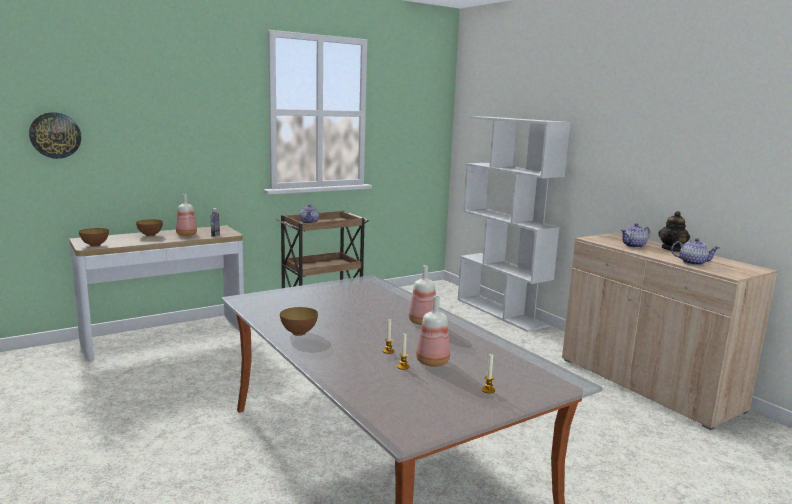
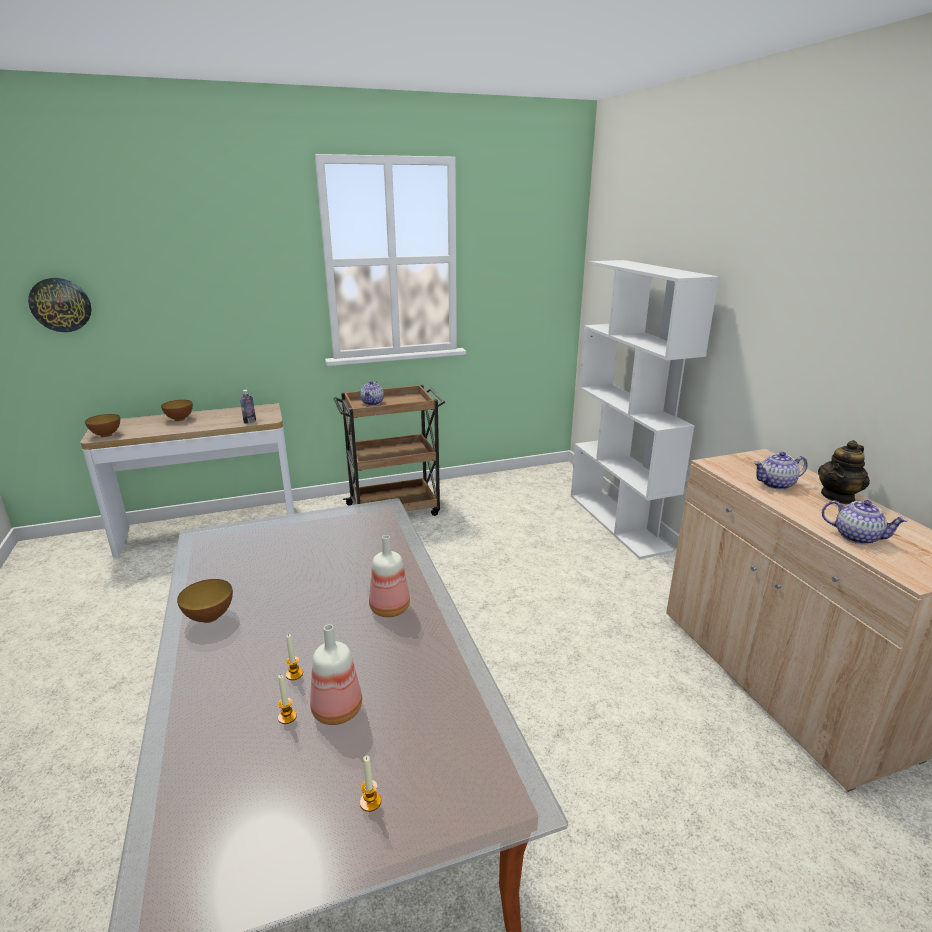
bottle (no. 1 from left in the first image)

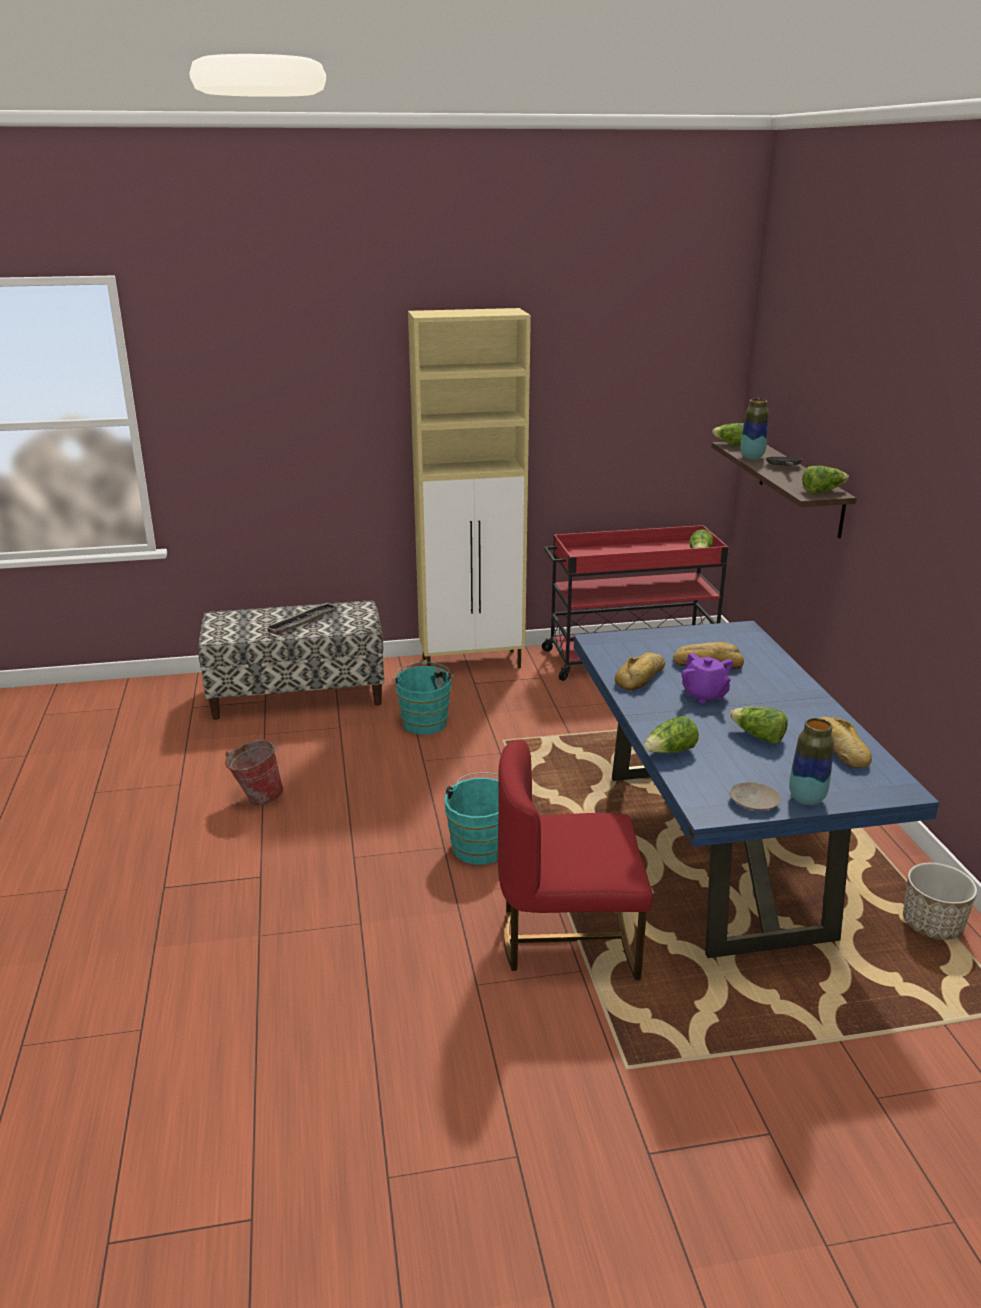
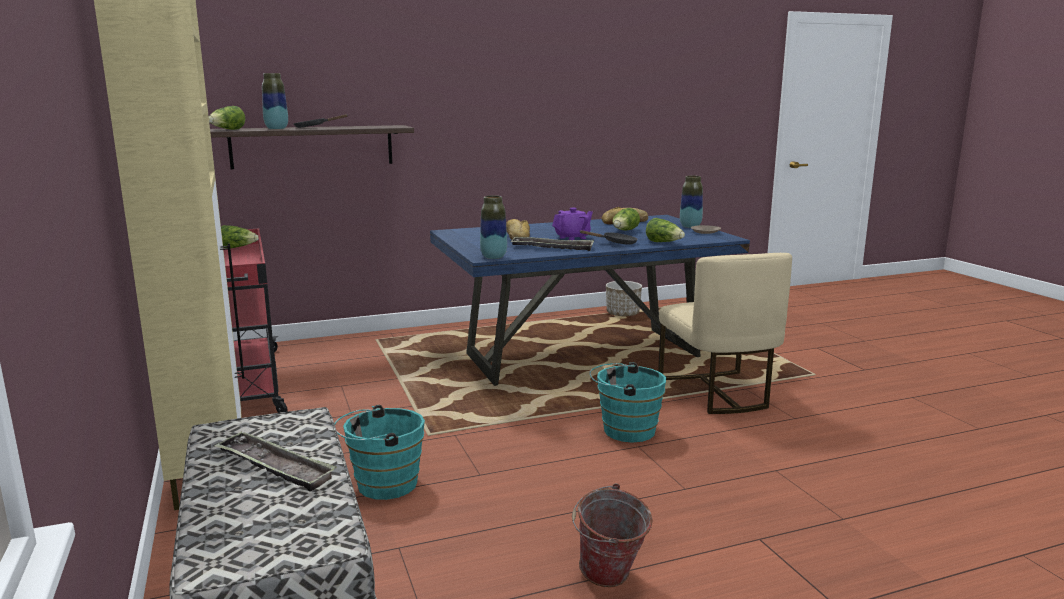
lettuce head (no. 5 from left in the first image); tray (no. 2 from left); beige chair; flower vase (no. 2 from left); black-coloured pan (no. 2 from left)

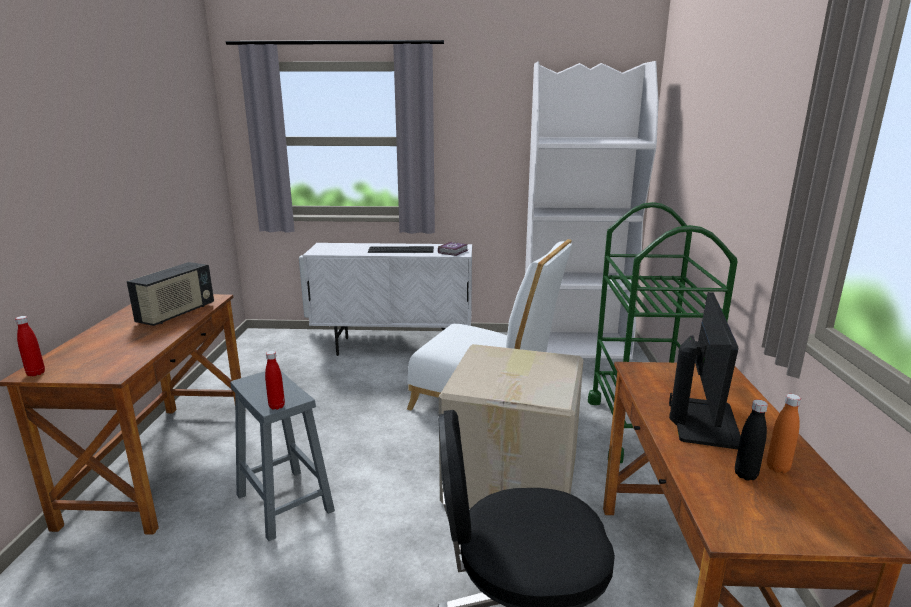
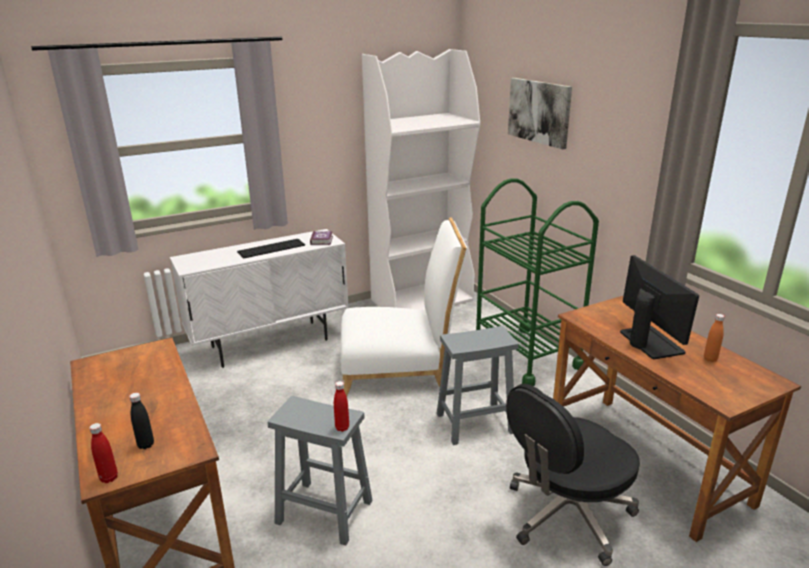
radio receiver; gray sitting stool (no. 2 from left); black-coloured bottle; wall picture

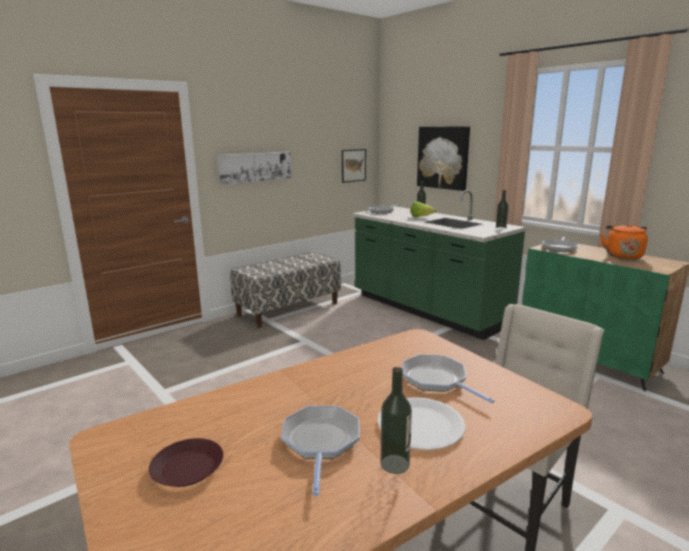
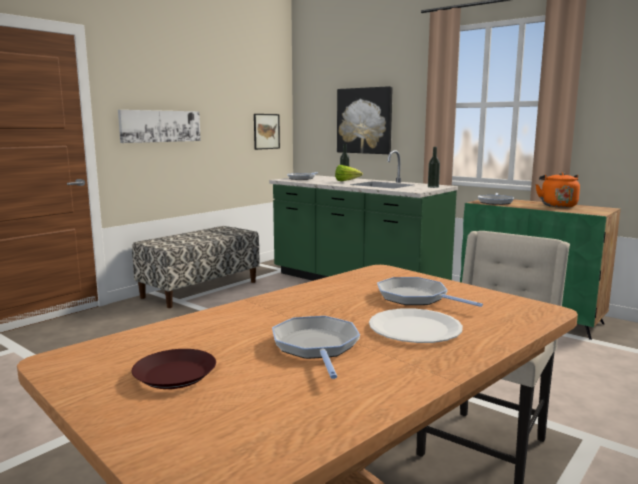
bottle (no. 1 from left in the first image)

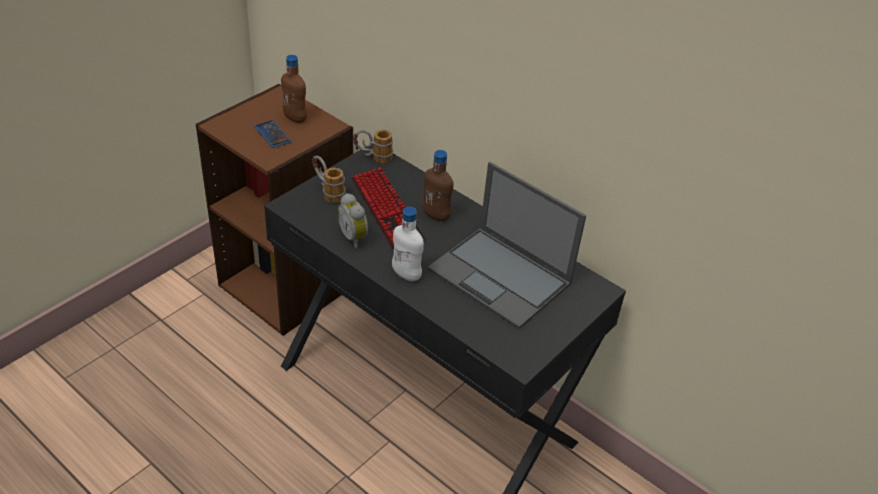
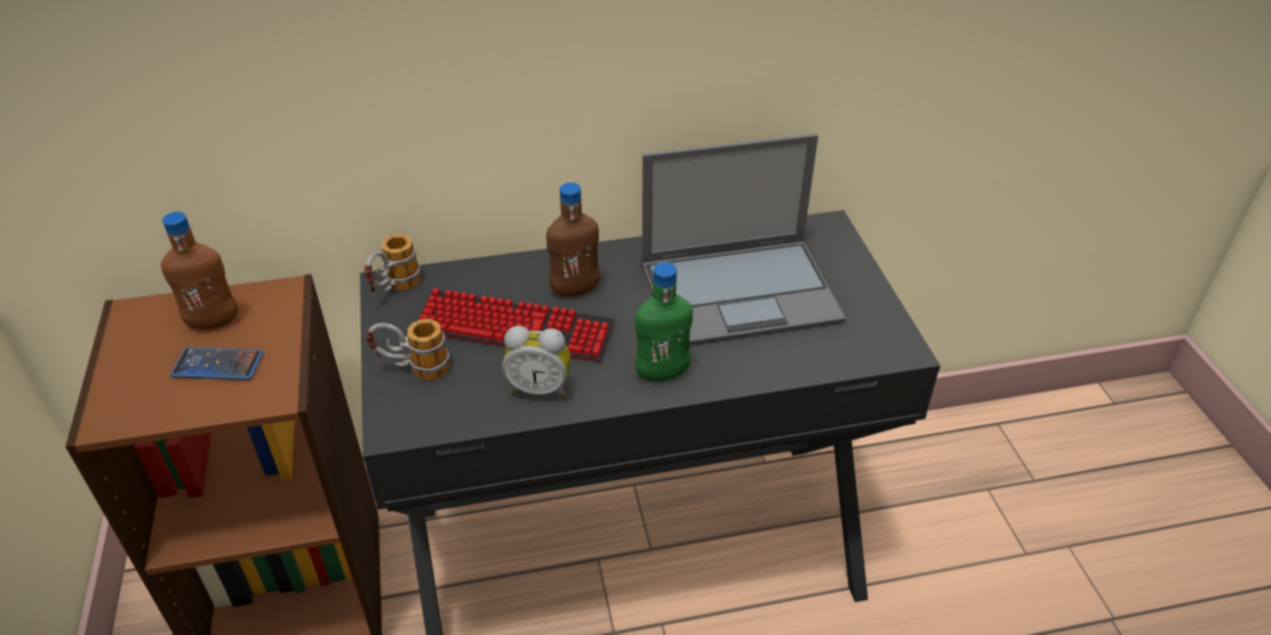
greenish bottle

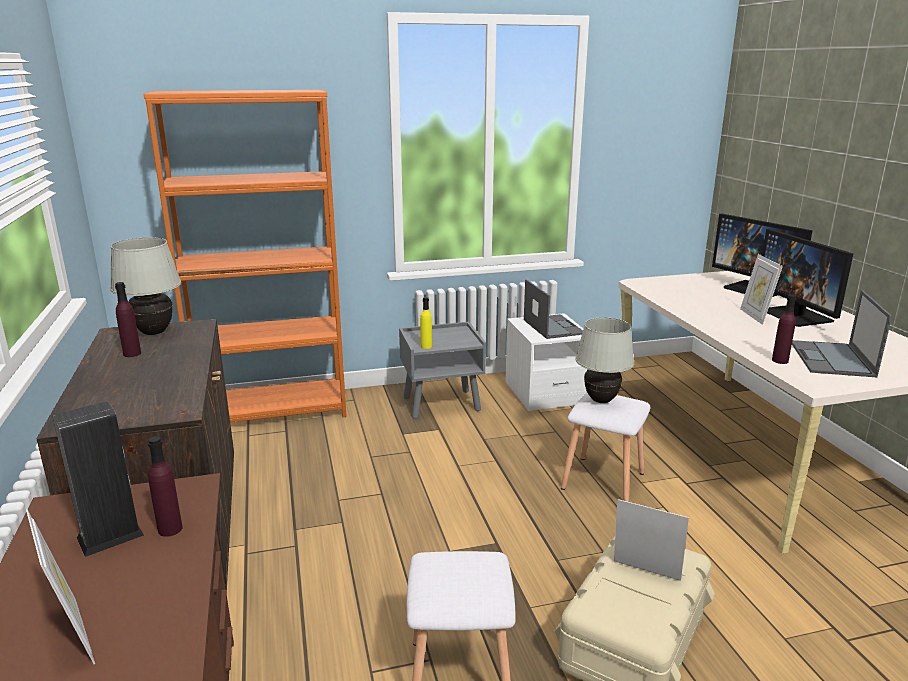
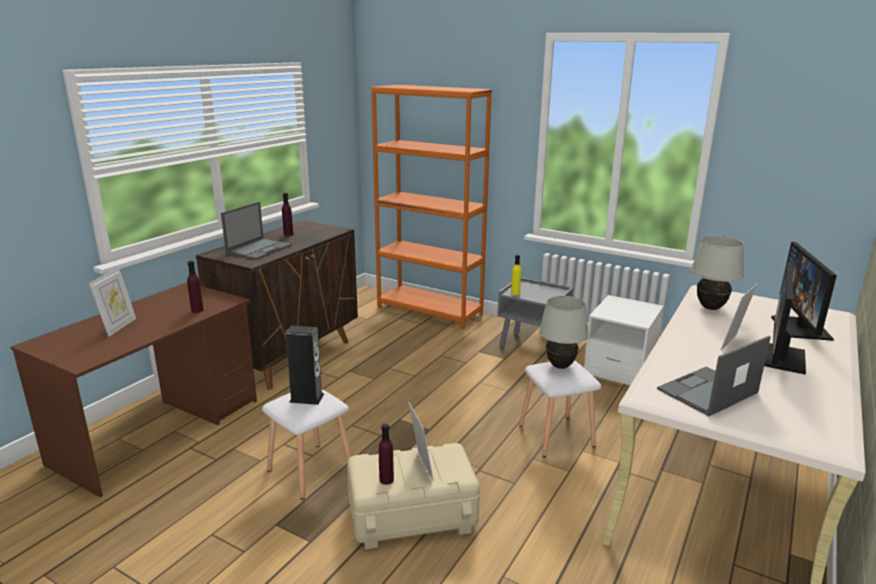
whitish tabletop lamp (no. 2 from left); notebook computer (no. 1 from left); purple-coloured bottle (no. 3 from left); loudspeaker

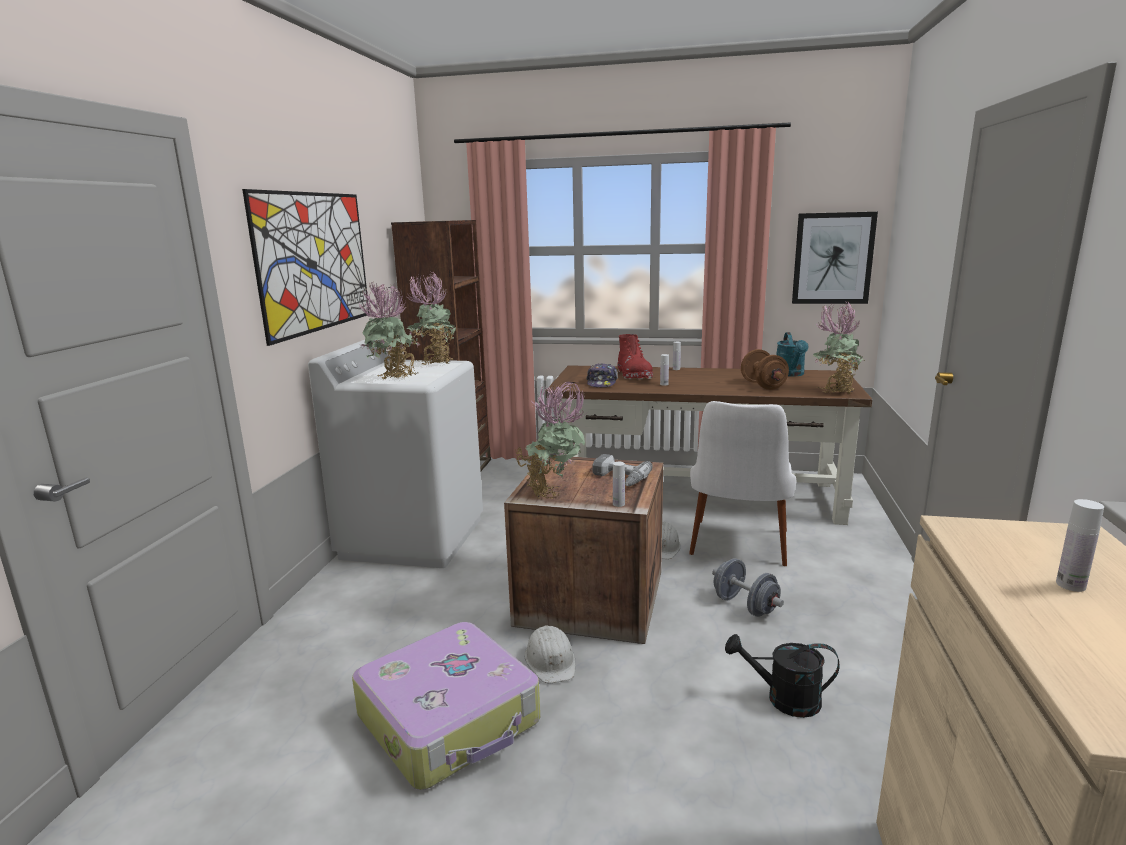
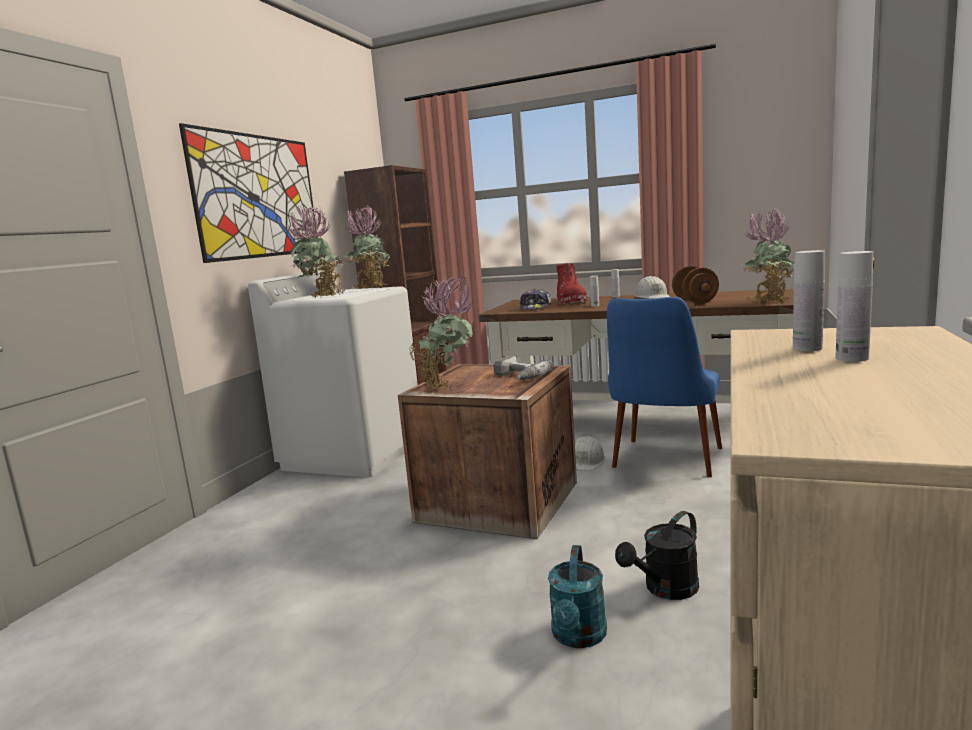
wall picture (no. 2 from left in the first image); blue-green watering pot; blue-coloured chair; whitish bottle (no. 3 from left); gray free weight; travel case; whitish work helmet (no. 2 from left); black-coloured watering pot

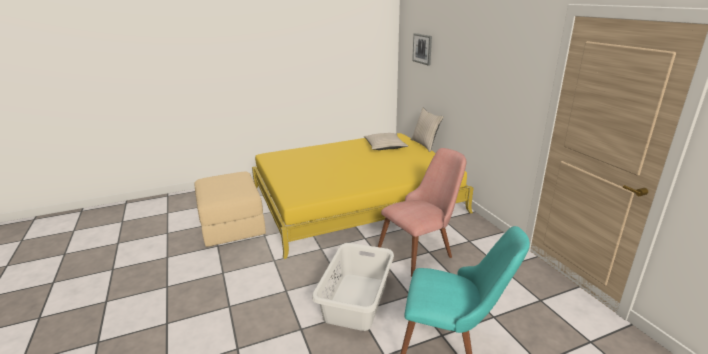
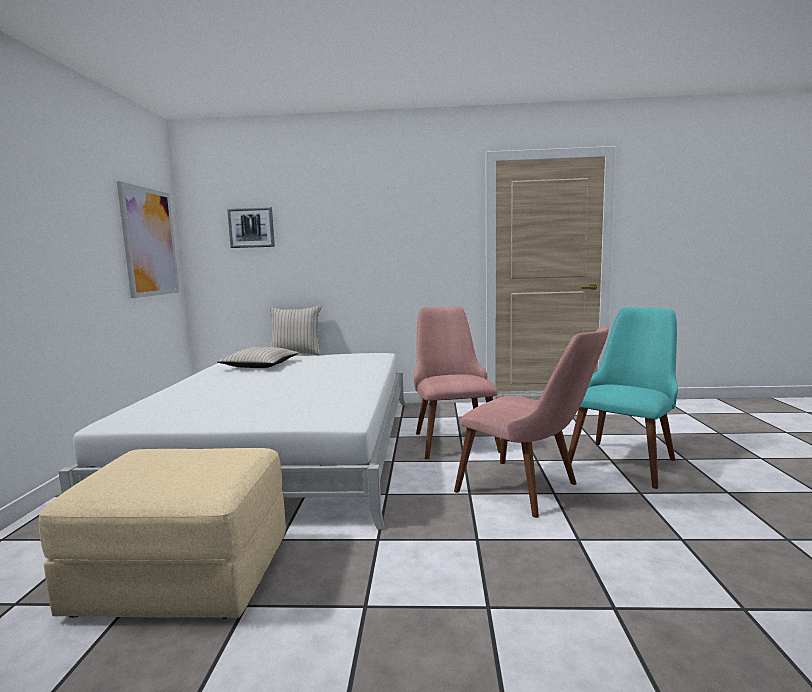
whitish bedroom bed; pink chair (no. 2 from left); wall picture (no. 1 from left)

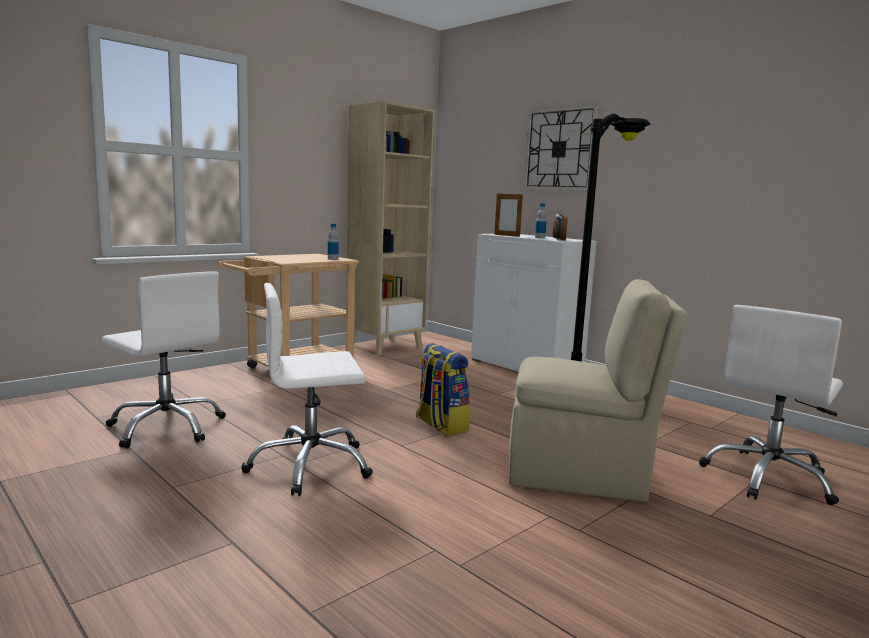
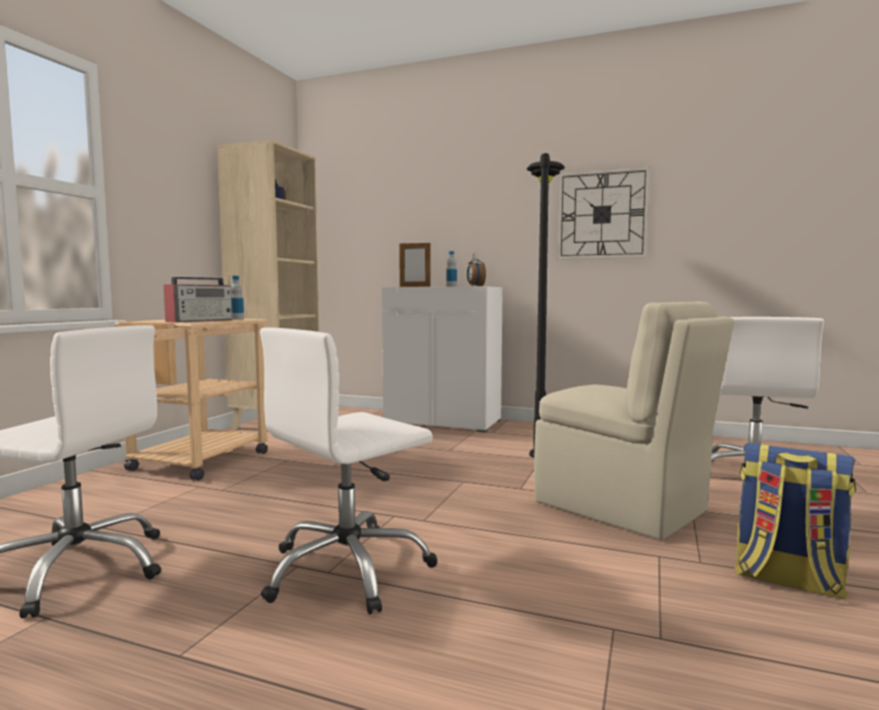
hanging clock; beige chair; rucksack; radio receiver

